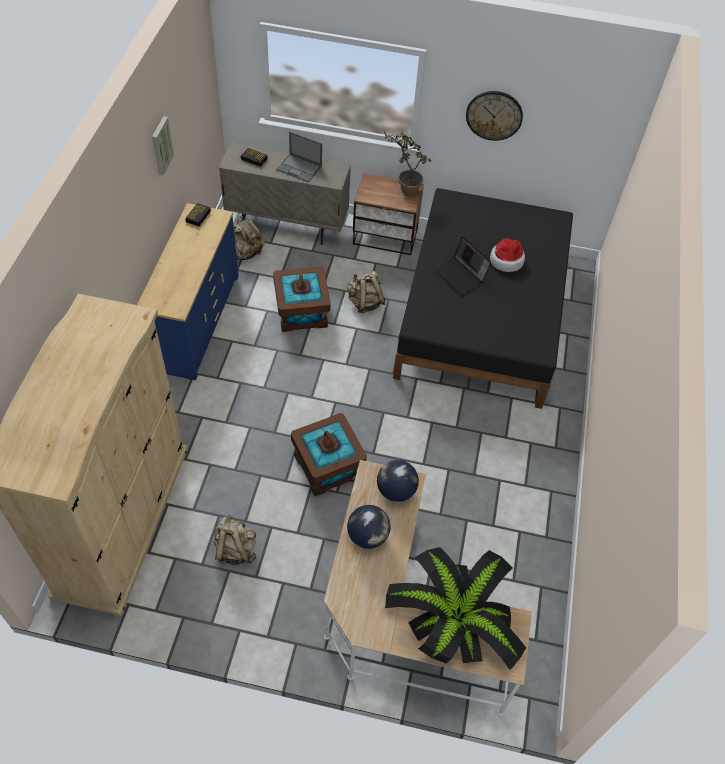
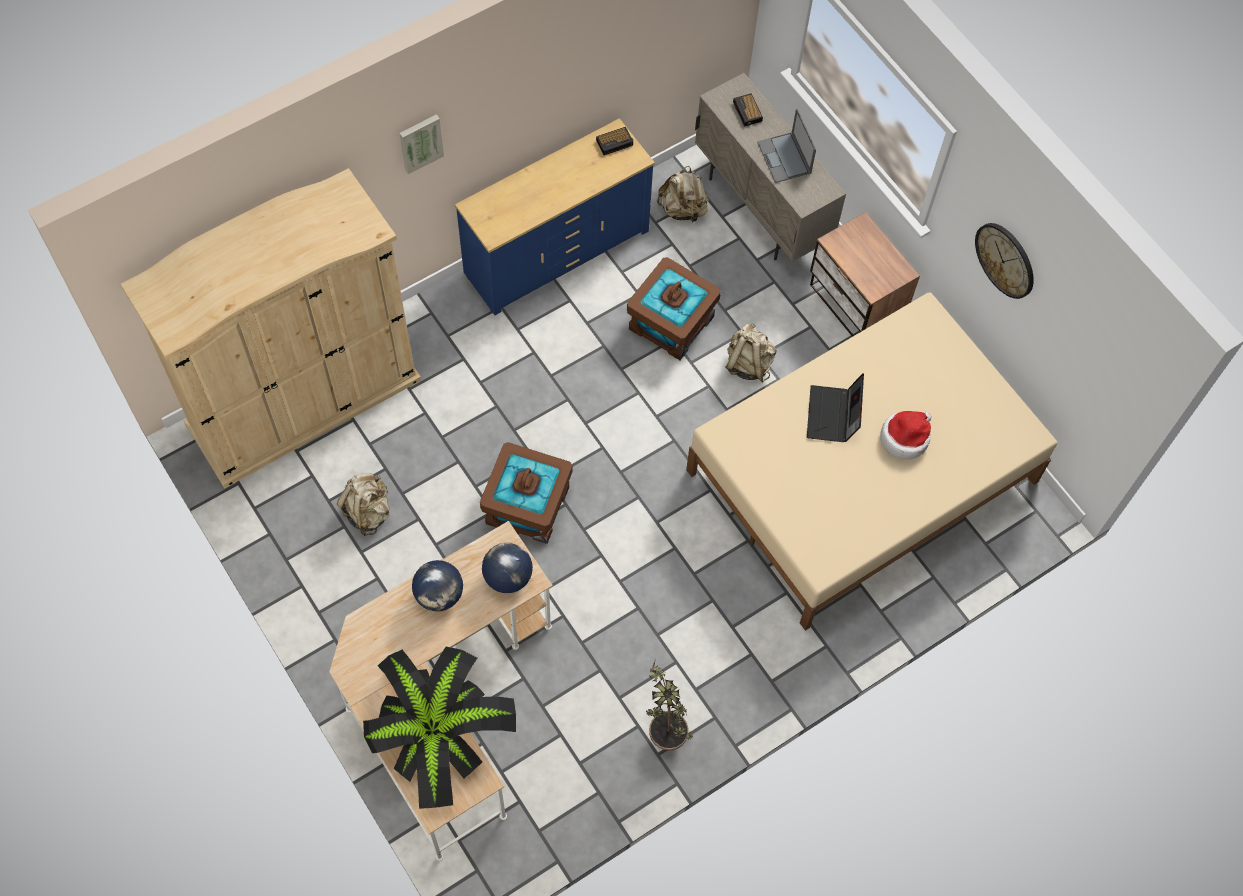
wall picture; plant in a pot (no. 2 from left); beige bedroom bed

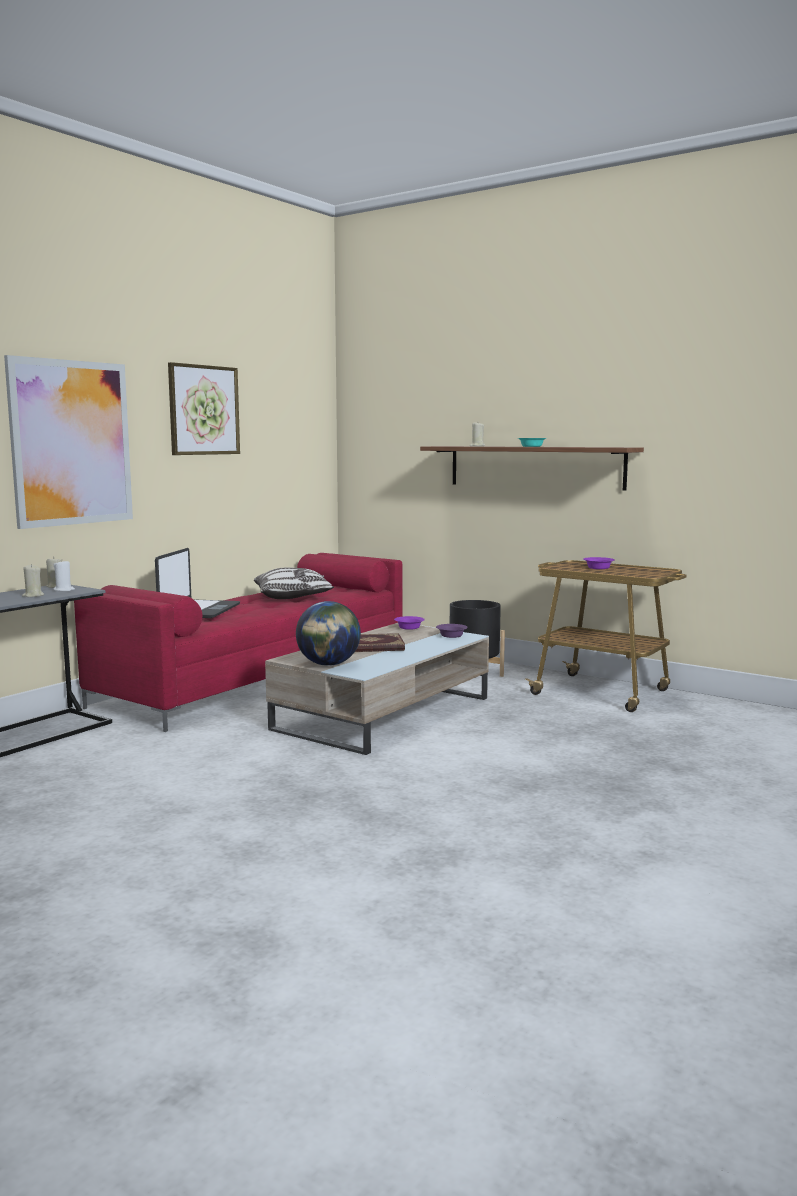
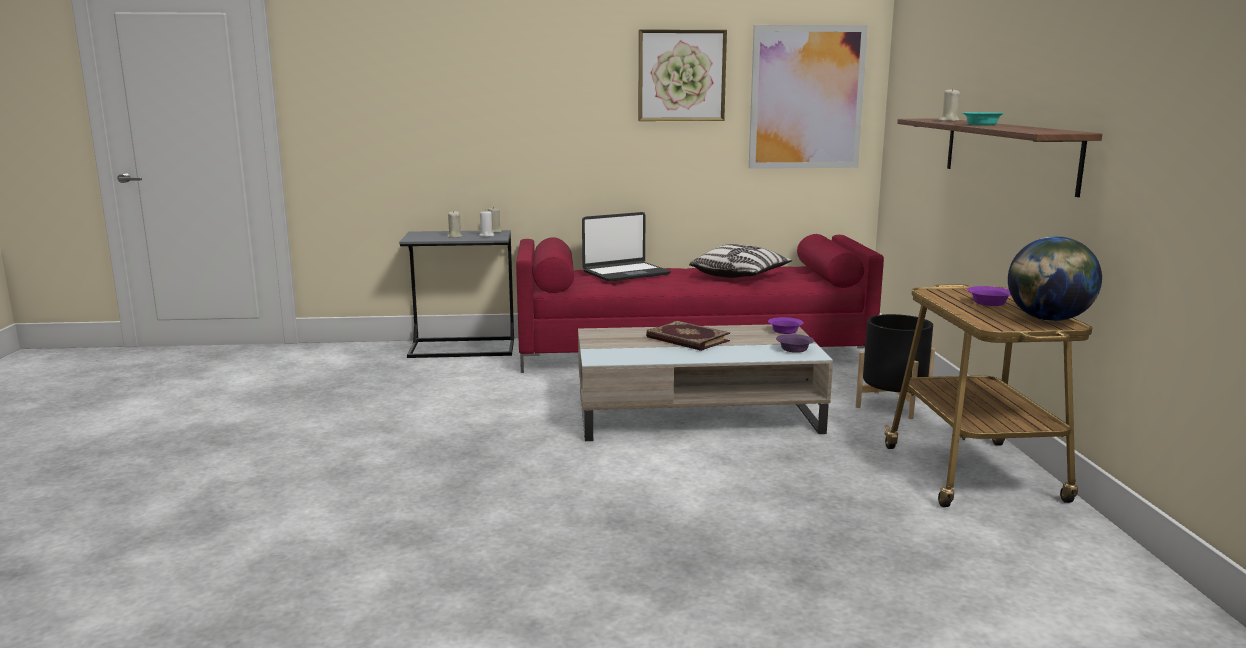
wall picture (no. 2 from left); desk globe

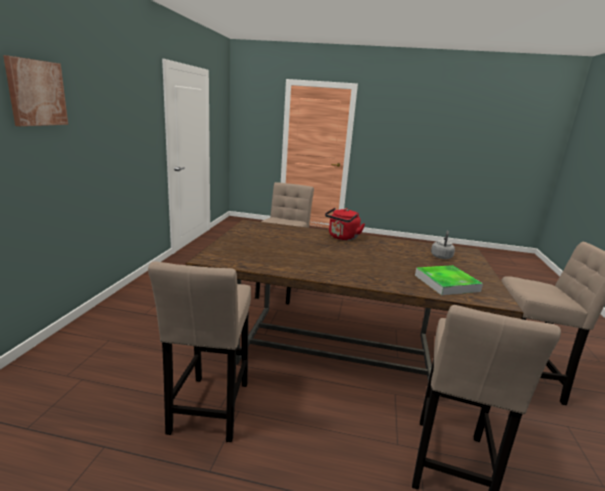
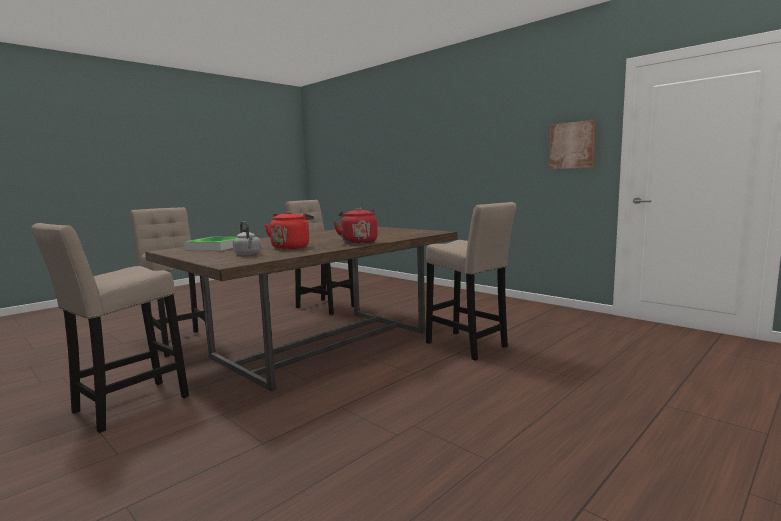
wall picture; red-coloured tea kettle (no. 1 from left)

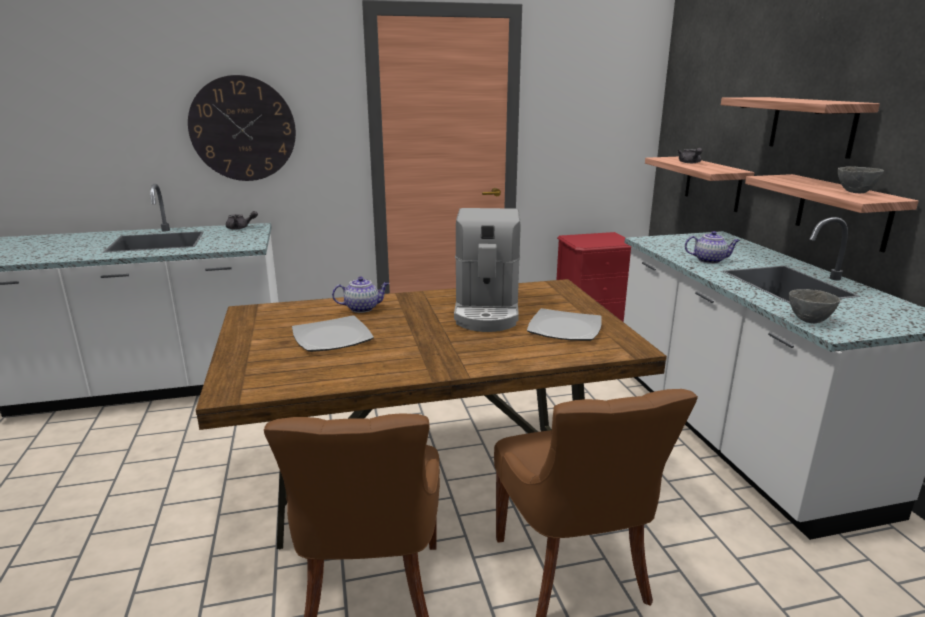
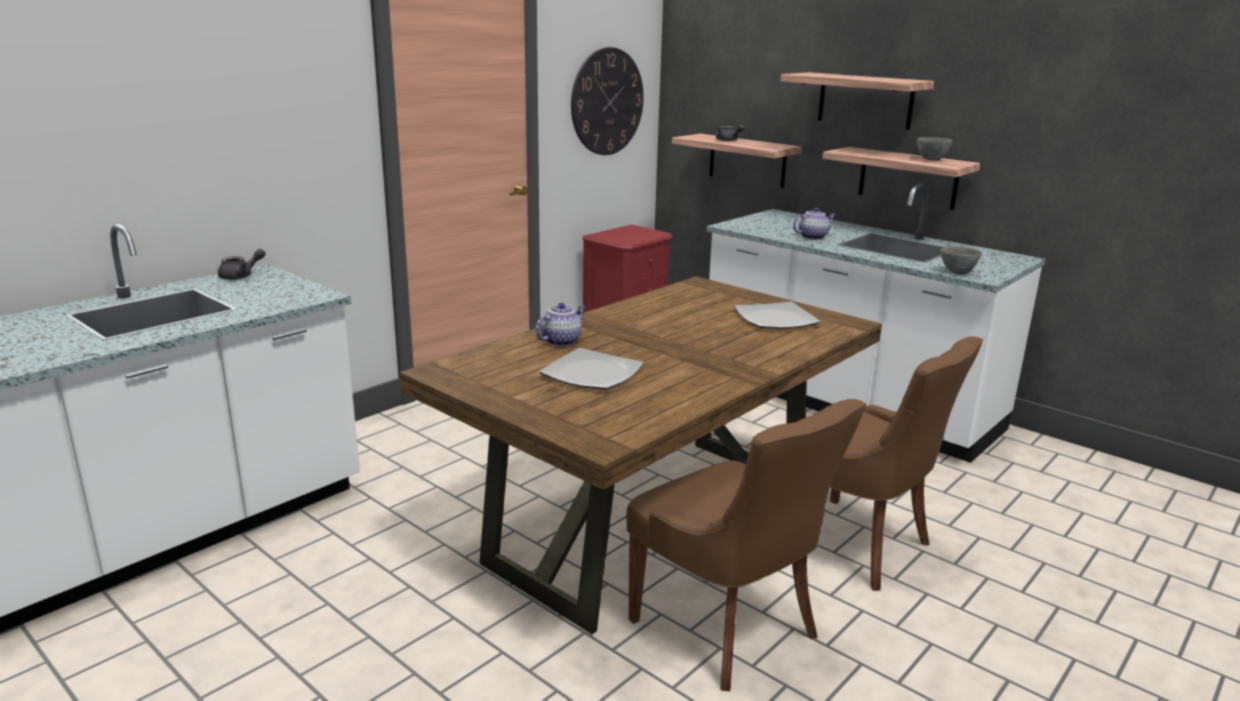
hanging clock; coffee machine

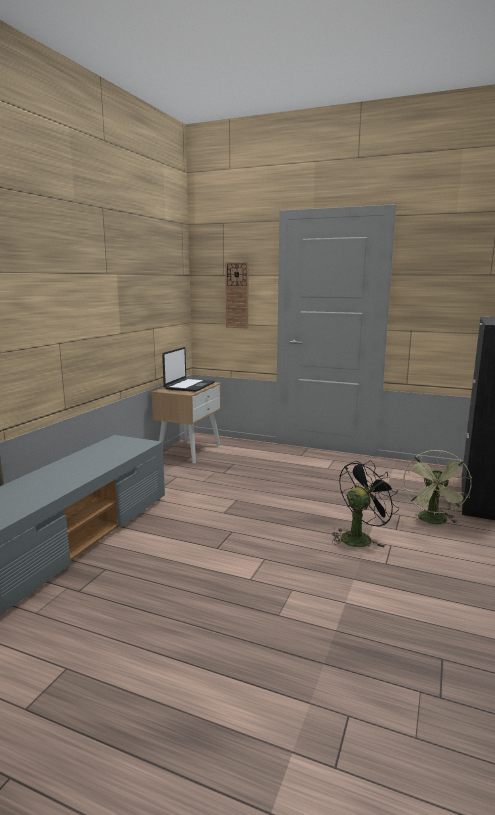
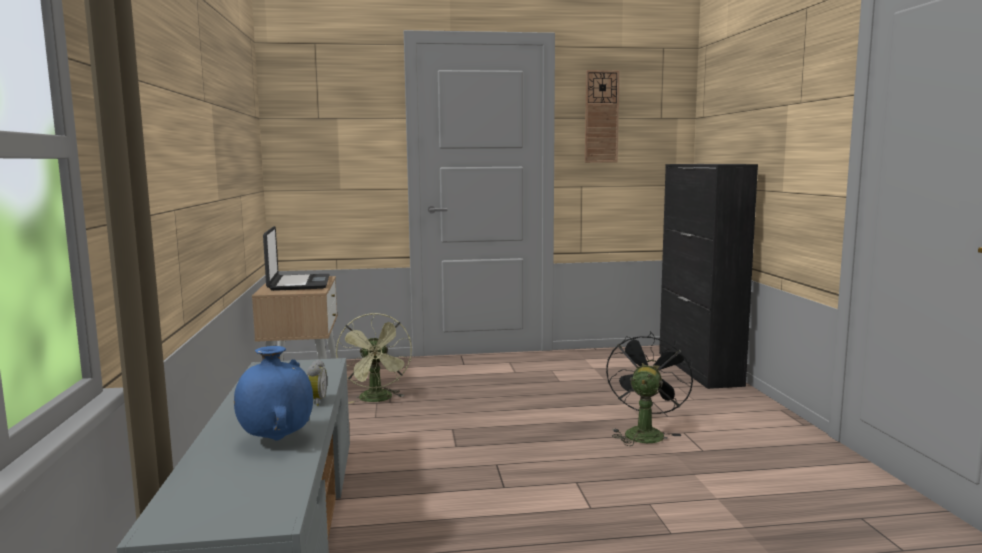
hanging clock; greenish fan; blue-coloured flower vase; bedside clock

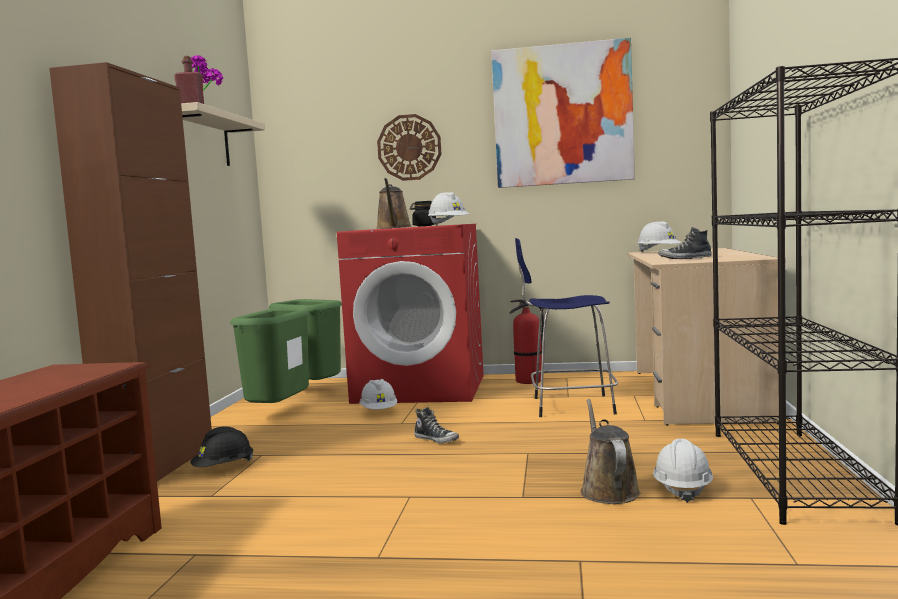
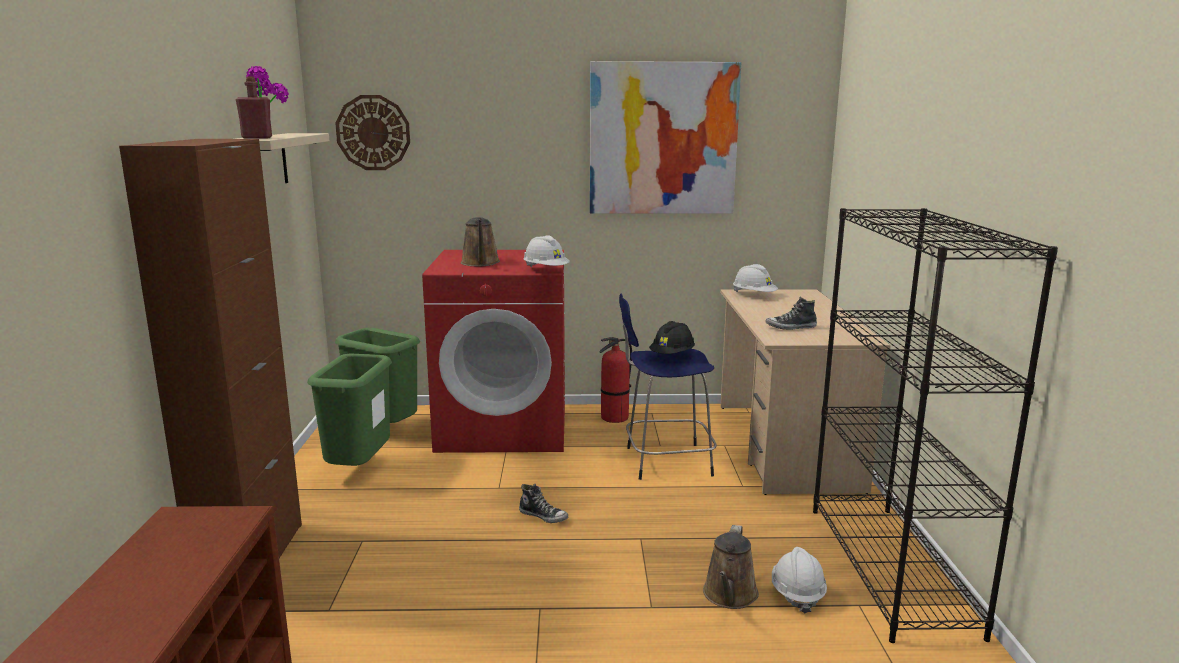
hanging clock; black-coloured preserve jar; whitish work helmet (no. 1 from left in the first image); brownish watering pot (no. 2 from left); black-coloured work helmet

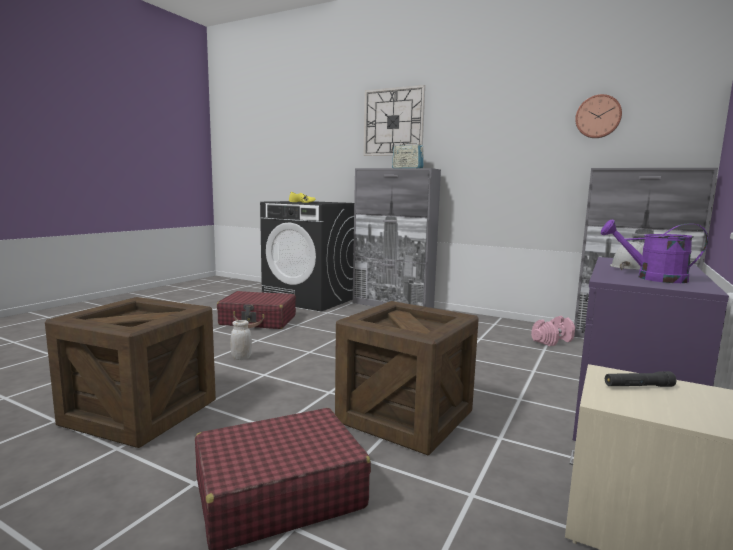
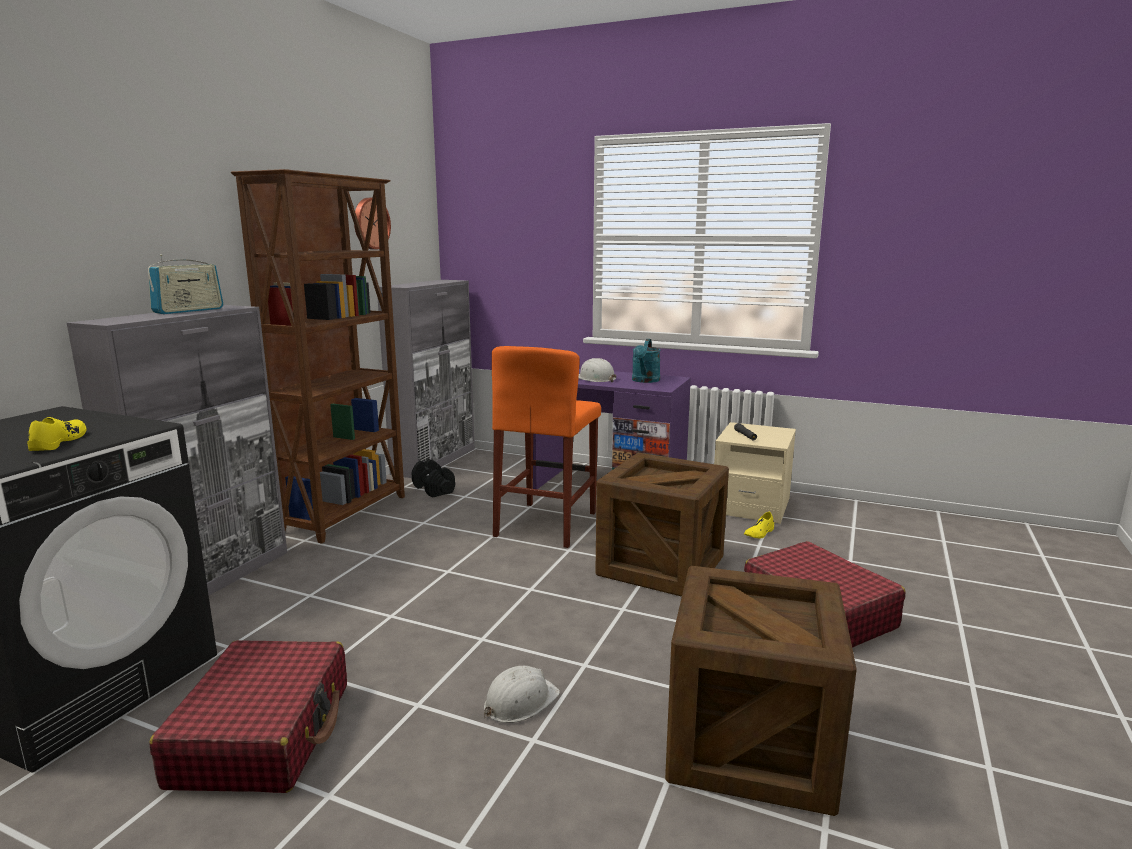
hanging clock (no. 1 from left in the first image); blue-green watering pot; black-coloured free weight; whitish work helmet (no. 1 from left); brownish bookshelf; orangey sitting stool; yellow-coloured low shoe (no. 2 from left)

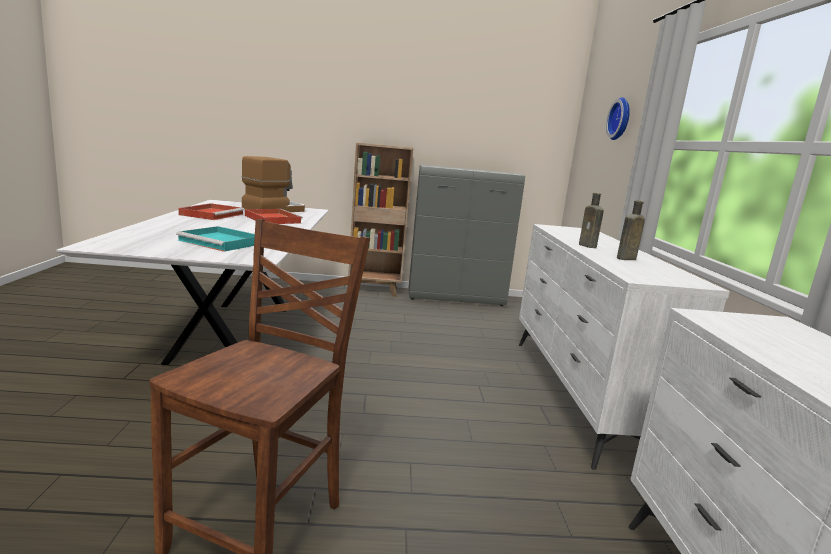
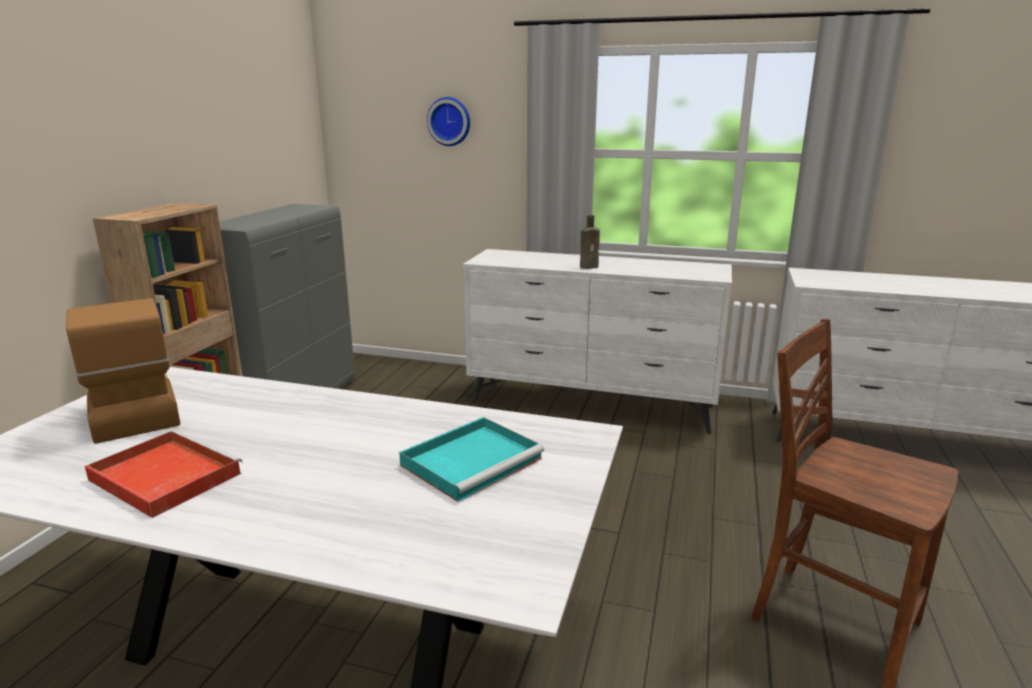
brownish bottle (no. 2 from left in the first image); red-coloured tray (no. 2 from left in the first image)

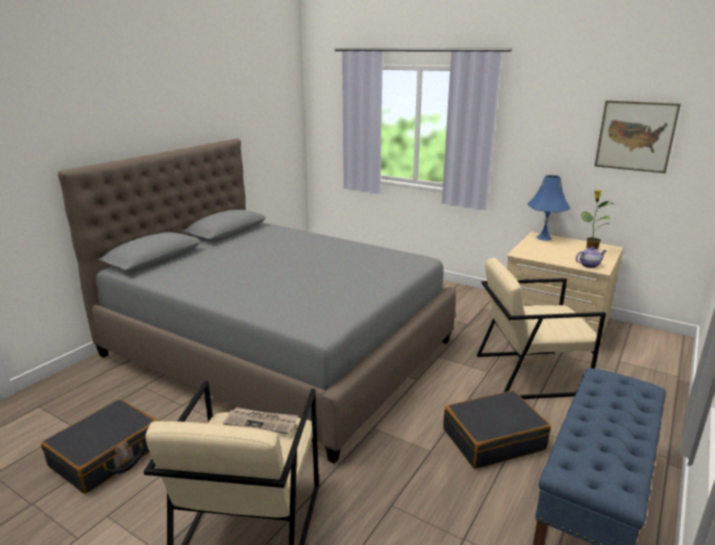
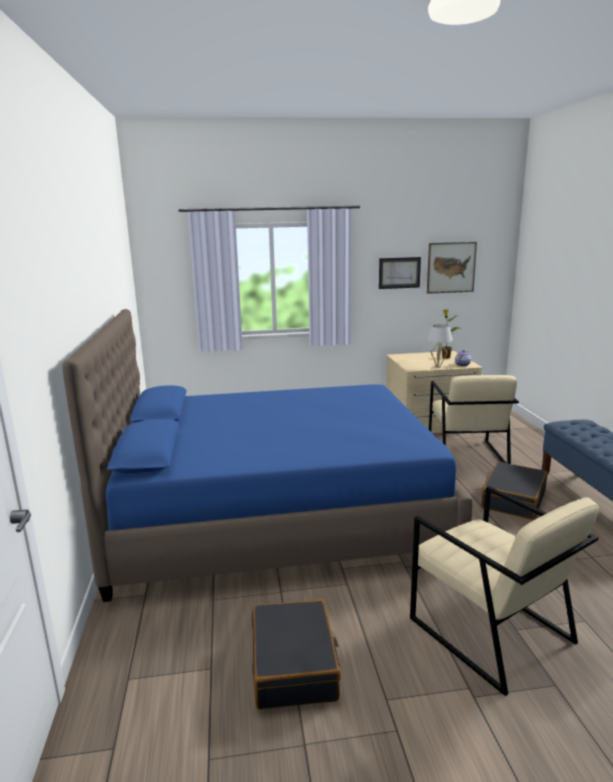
blue-coloured bedroom bed; blue-coloured tabletop lamp; beige armchair (no. 1 from left); daily paper; wall picture (no. 1 from left); whitish tabletop lamp

